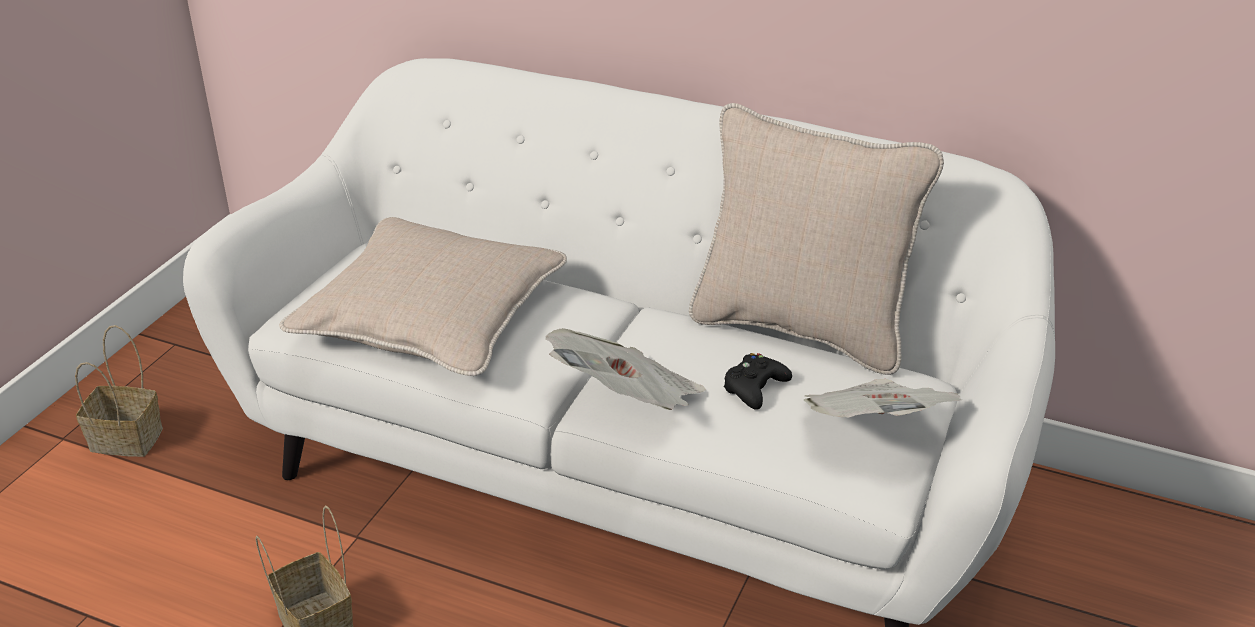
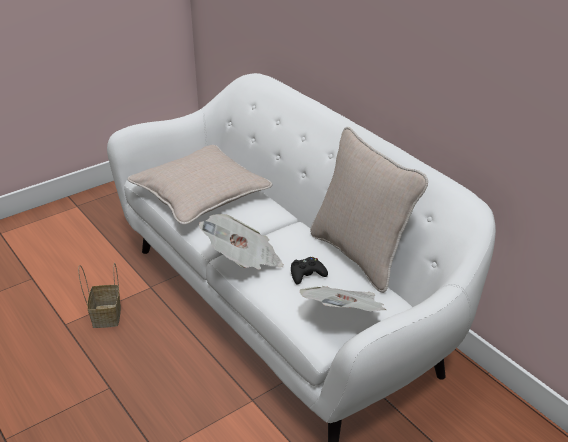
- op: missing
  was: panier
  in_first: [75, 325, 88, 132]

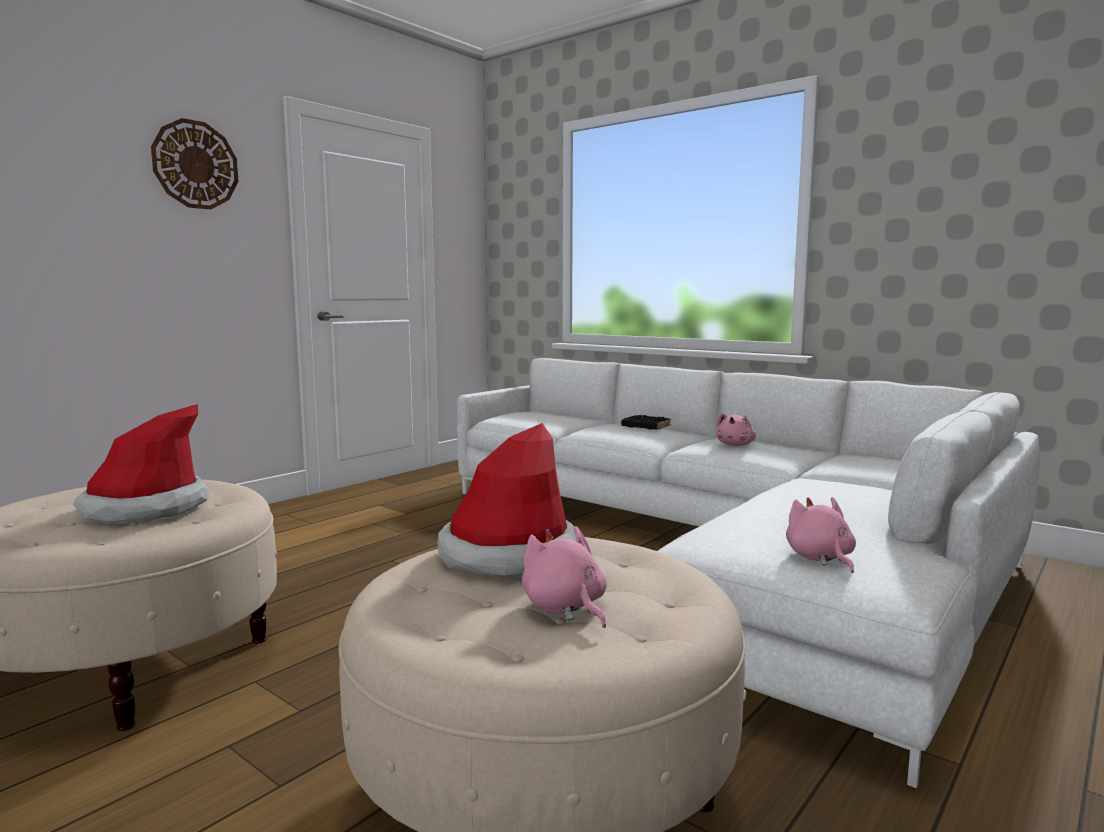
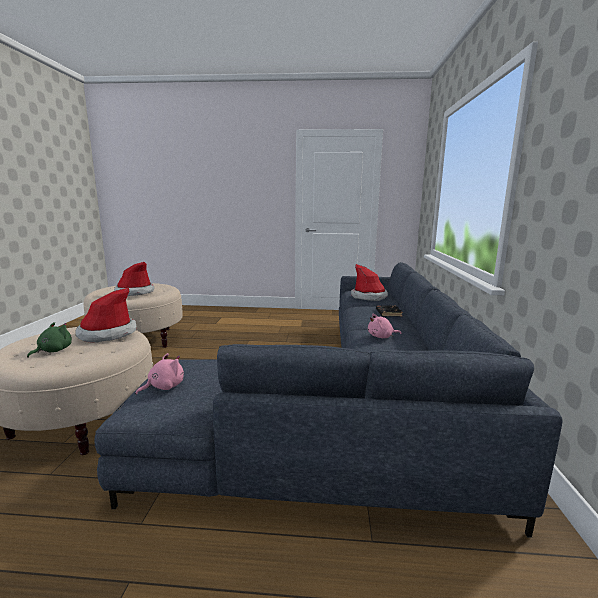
- op: missing
  was: horloge murale
  in_first: [151, 118, 87, 92]
- op: colour
  was: canapé/blanc
  now: canapé/bleu
  in_first: [457, 358, 583, 430]
  in_second: [94, 262, 469, 276]
- op: colour
  was: peluche/rose
  now: peluche/vert
  in_first: [522, 526, 84, 102]
  in_second: [27, 322, 45, 36]
- op: appeared
  now: chapeau
  in_second: [351, 264, 37, 37]

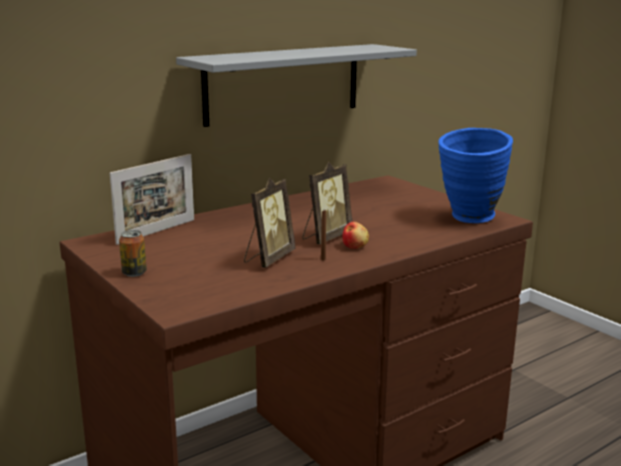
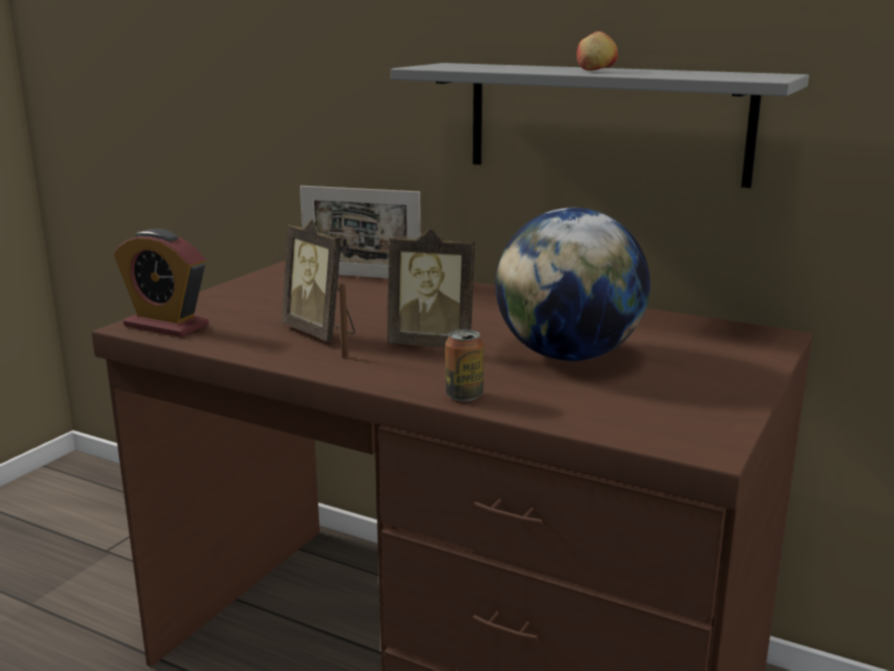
- op: missing
  was: vase/bleu
  in_first: [438, 128, 75, 95]
- op: spun
  was: cadre photo
  in_first: [244, 178, 51, 90]
  in_second: [281, 219, 74, 123]
  clockwise: 45
- op: relocated
  was: pomme
  in_first: [342, 222, 27, 27]
  in_second: [577, 31, 41, 40]
- op: relocated
  was: boîte métallique
  in_first: [119, 230, 28, 47]
  in_second: [445, 329, 39, 72]
- op: appeared
  now: globe
  in_second: [495, 208, 155, 153]
- op: appeared
  now: réveil
  in_second: [113, 229, 96, 108]

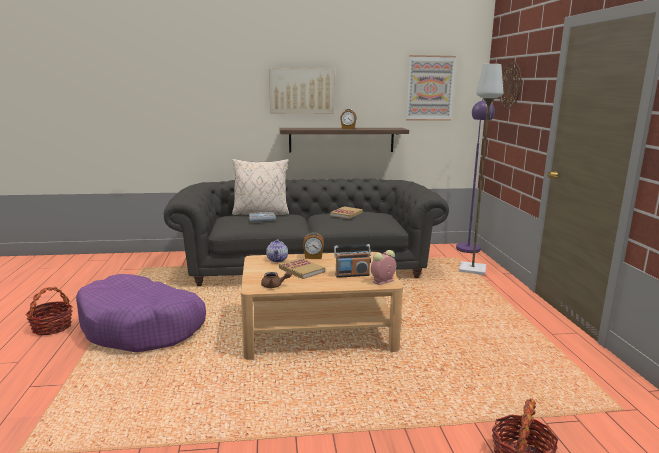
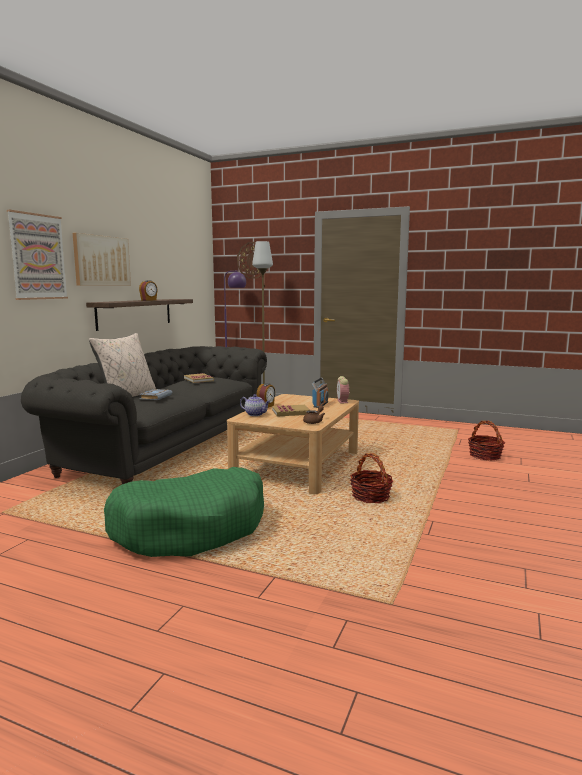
- op: relocated
  was: tableau
  in_first: [406, 55, 50, 66]
  in_second: [7, 210, 61, 90]
- op: colour
  was: panier pour chien/violet
  now: panier pour chien/vert
  in_first: [76, 274, 130, 78]
  in_second: [104, 467, 160, 90]
- op: relocated
  was: panier
  in_first: [26, 287, 46, 48]
  in_second: [350, 453, 43, 50]

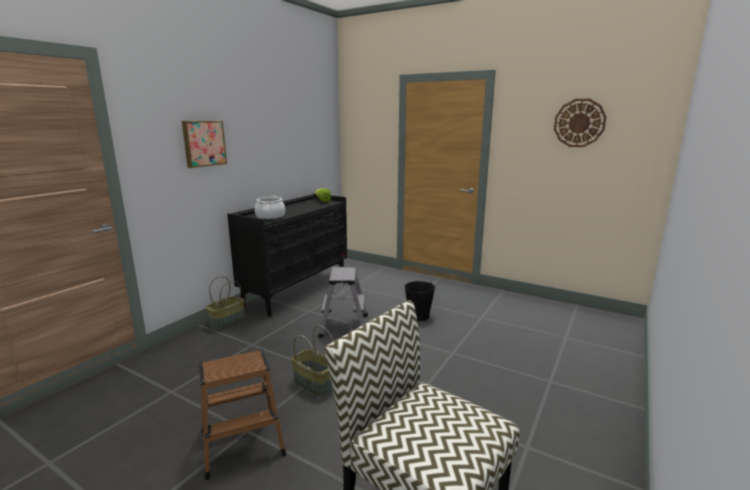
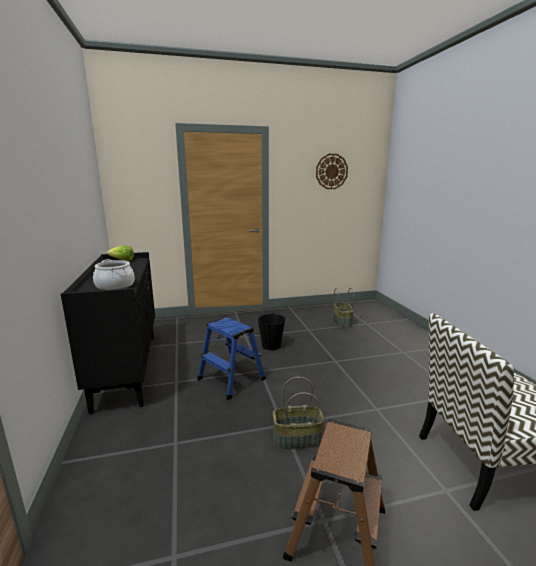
- op: missing
  was: tableau
  in_first: [182, 121, 45, 47]
- op: colour
  was: escabeau/gris
  now: escabeau/bleu
  in_first: [318, 267, 50, 71]
  in_second: [197, 317, 69, 83]
- op: relocated
  was: panier
  in_first: [206, 276, 39, 54]
  in_second: [333, 288, 21, 39]

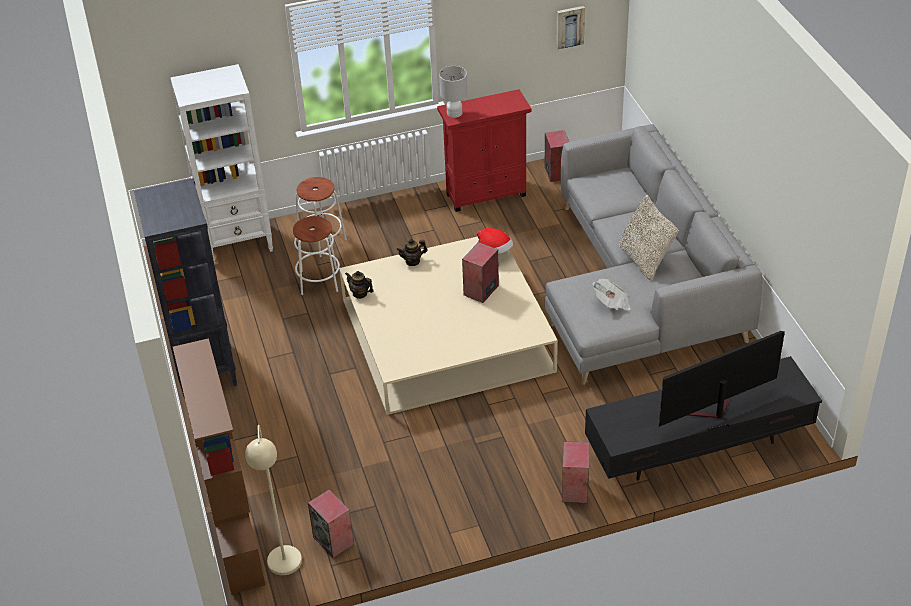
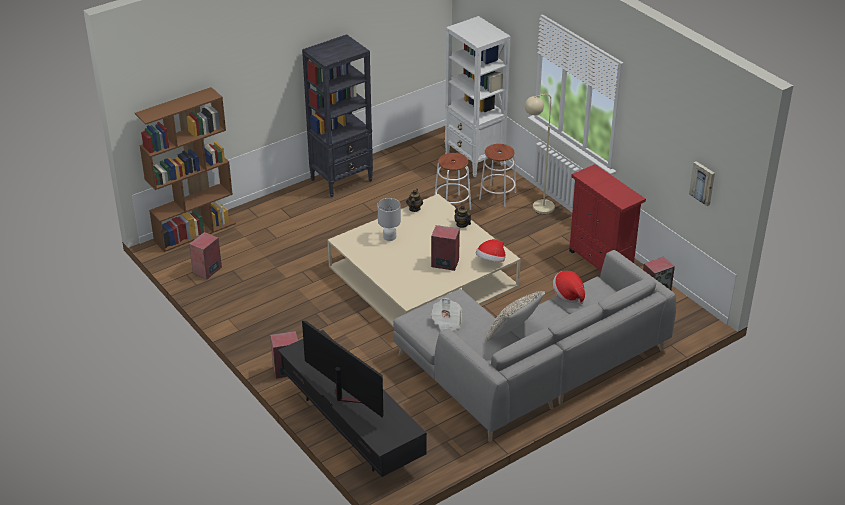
- op: relocated
  was: lampe de table/gris
  in_first: [439, 66, 28, 52]
  in_second: [377, 198, 24, 43]
- op: relocated
  was: lampadaire/beige
  in_first: [245, 425, 57, 150]
  in_second: [525, 94, 30, 120]
- op: appeared
  now: chapeau
  in_second: [553, 271, 32, 34]

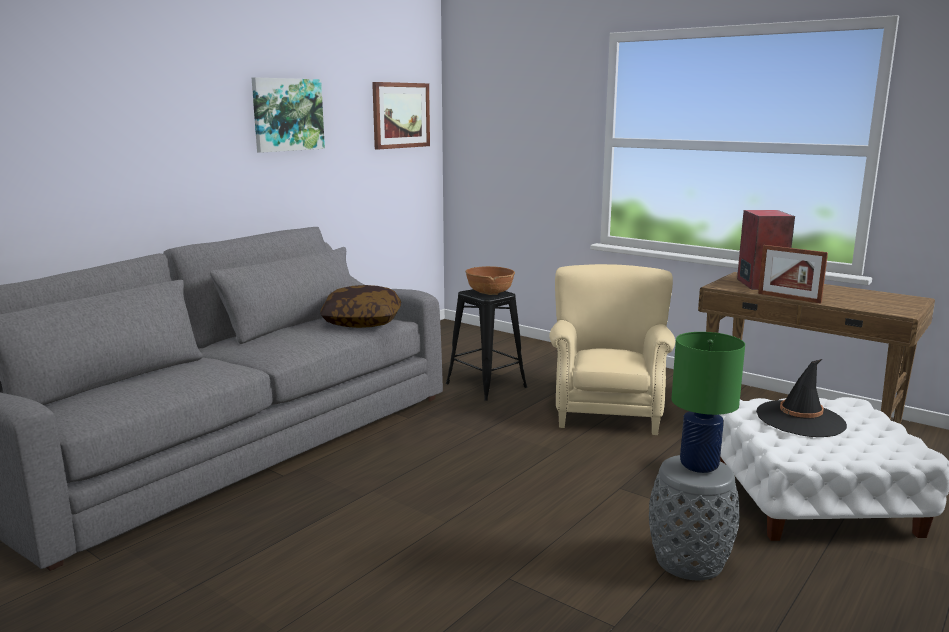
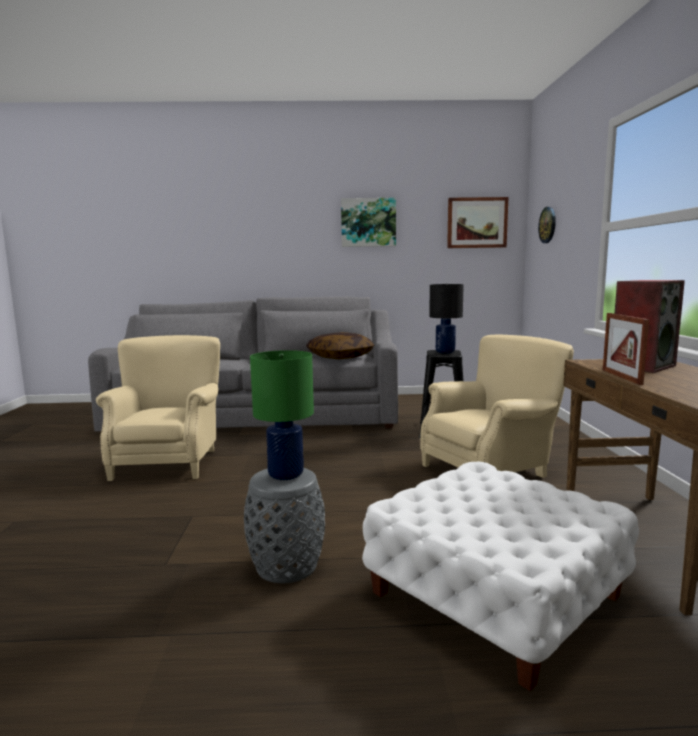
- op: exchanged
  was: bol/marron
  now: lampe de table/noir
  in_first: [465, 266, 50, 29]
  in_second: [429, 283, 35, 71]
- op: missing
  was: chapeau/noir
  in_first: [756, 359, 91, 78]
- op: appeared
  now: horloge murale
  in_second: [538, 207, 18, 36]
- op: appeared
  now: fauteuil/beige
  in_second: [96, 335, 124, 146]

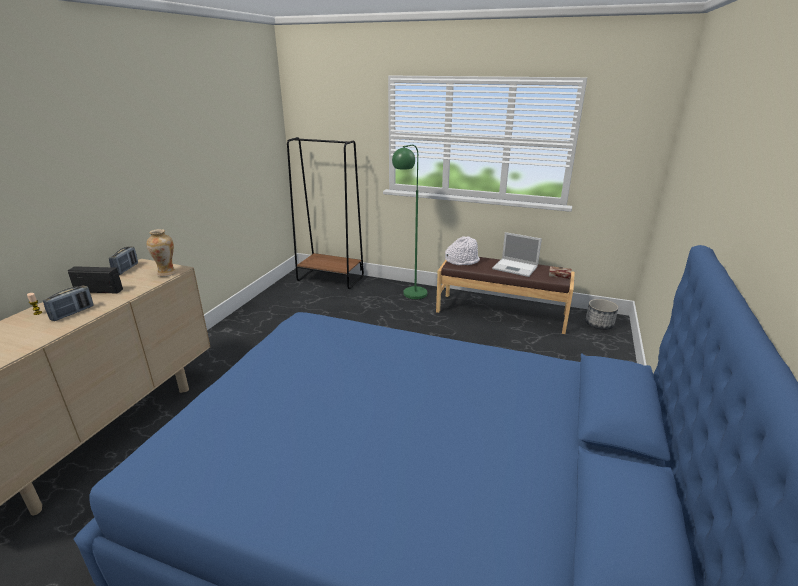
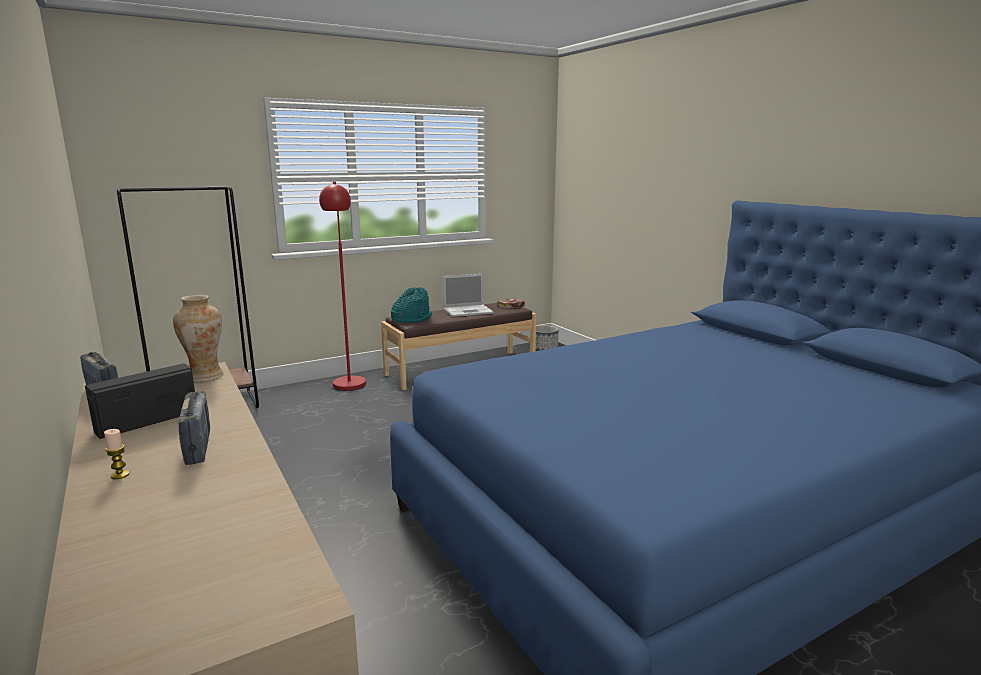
- op: colour
  was: lampadaire/vert
  now: lampadaire/rouge
  in_first: [392, 145, 35, 155]
  in_second: [319, 181, 47, 210]
- op: colour
  was: chapeau/blanc
  now: chapeau/turquoise
  in_first: [445, 236, 35, 29]
  in_second: [391, 287, 41, 36]

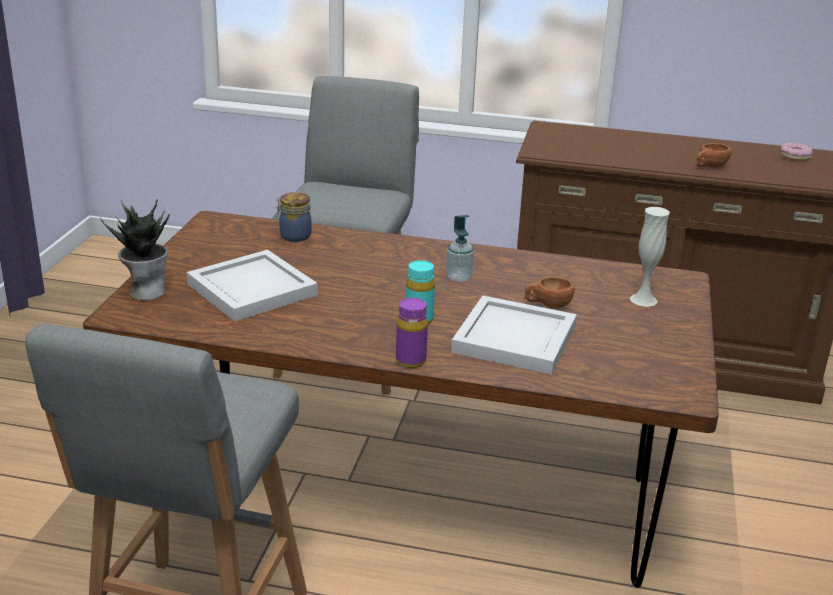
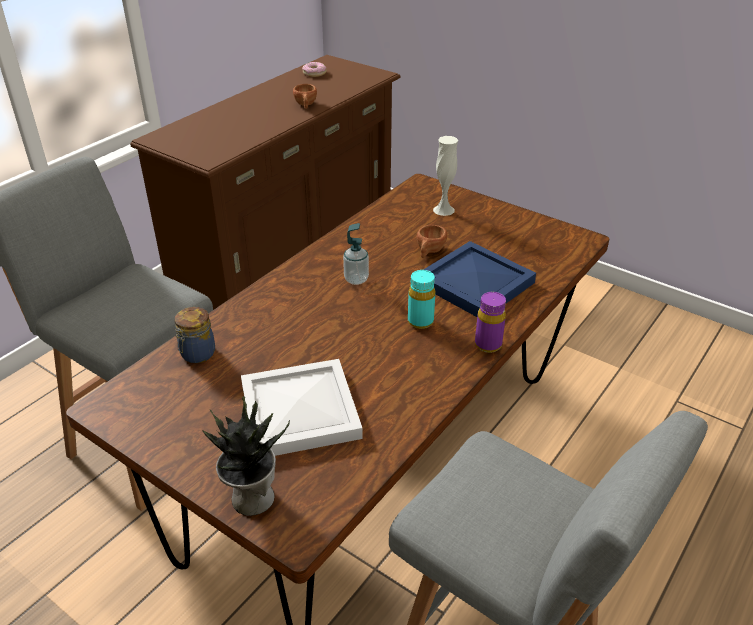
- op: colour
  was: plateau/blanc
  now: plateau/bleu
  in_first: [451, 296, 126, 79]
  in_second: [423, 241, 113, 76]

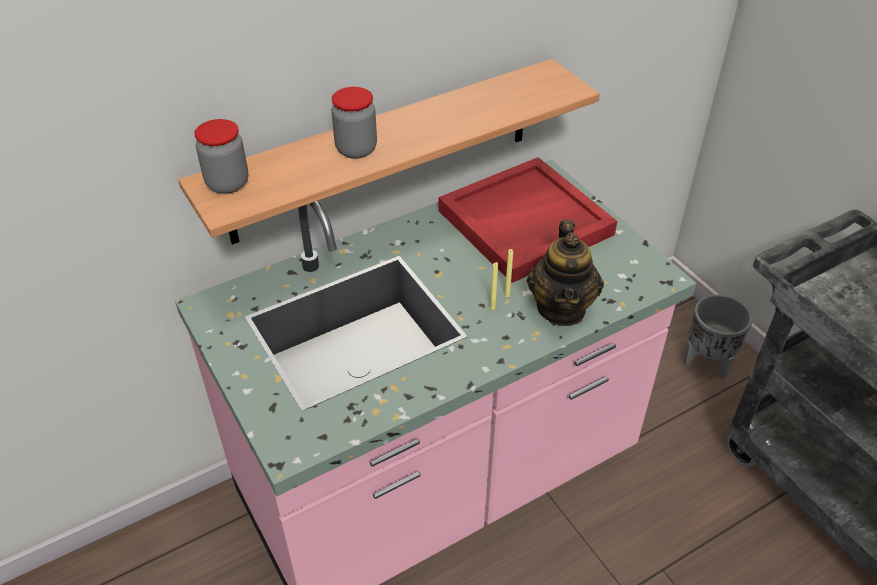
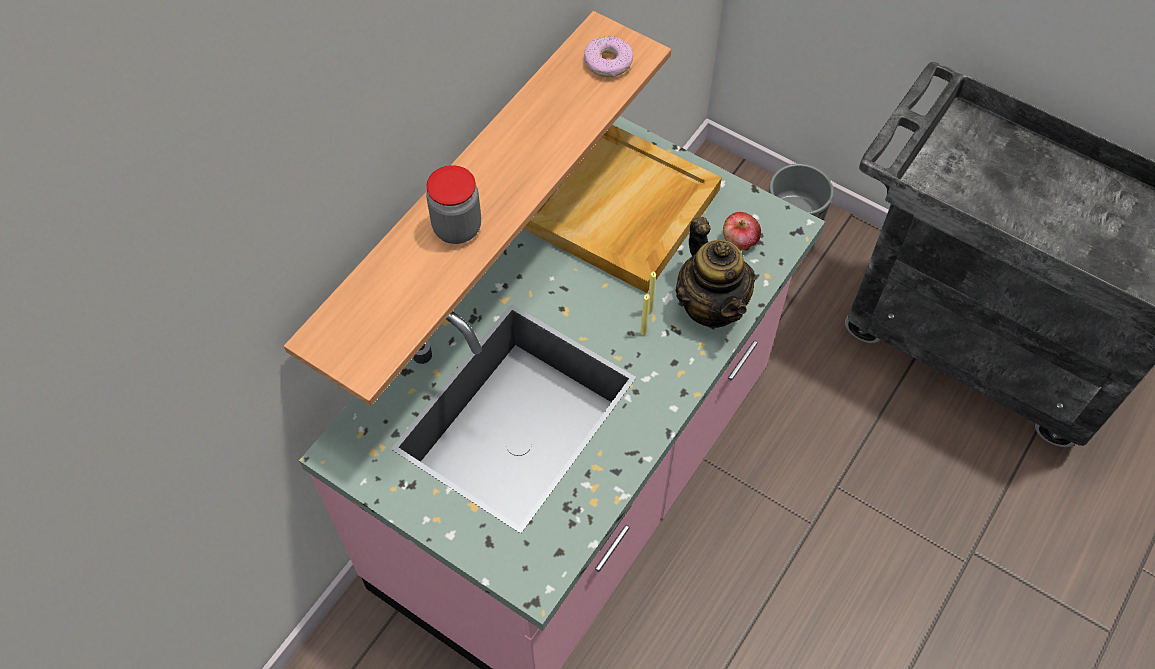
- op: missing
  was: bocal
  in_first: [194, 119, 54, 75]
- op: colour
  was: plateau/rouge
  now: plateau/beige
  in_first: [438, 157, 179, 126]
  in_second: [523, 125, 199, 168]
- op: appeared
  now: beignet
  in_second: [584, 36, 49, 41]
- op: appeared
  now: pomme
  in_second: [723, 212, 38, 39]

